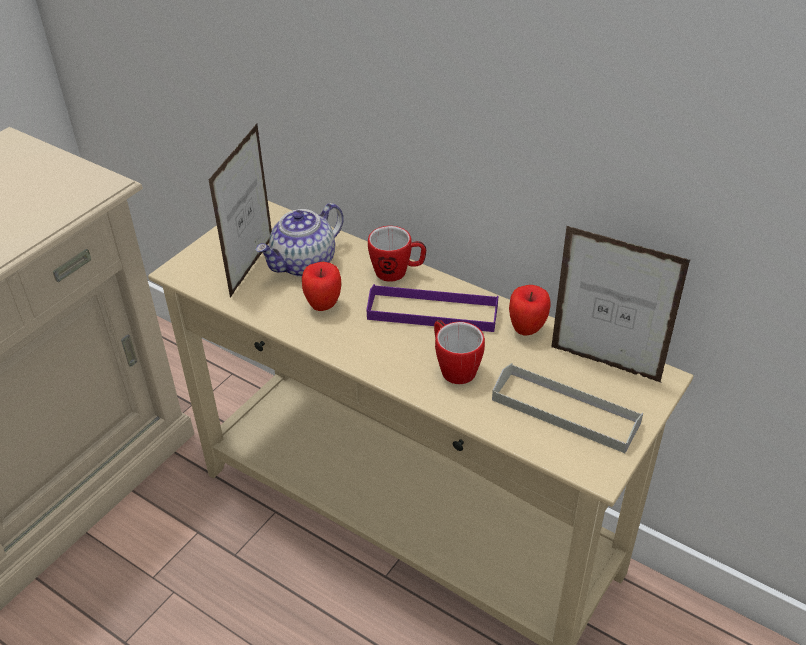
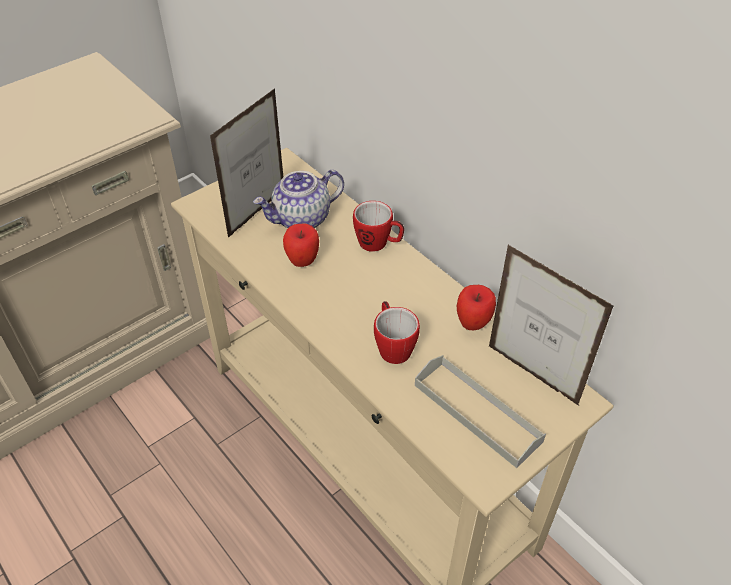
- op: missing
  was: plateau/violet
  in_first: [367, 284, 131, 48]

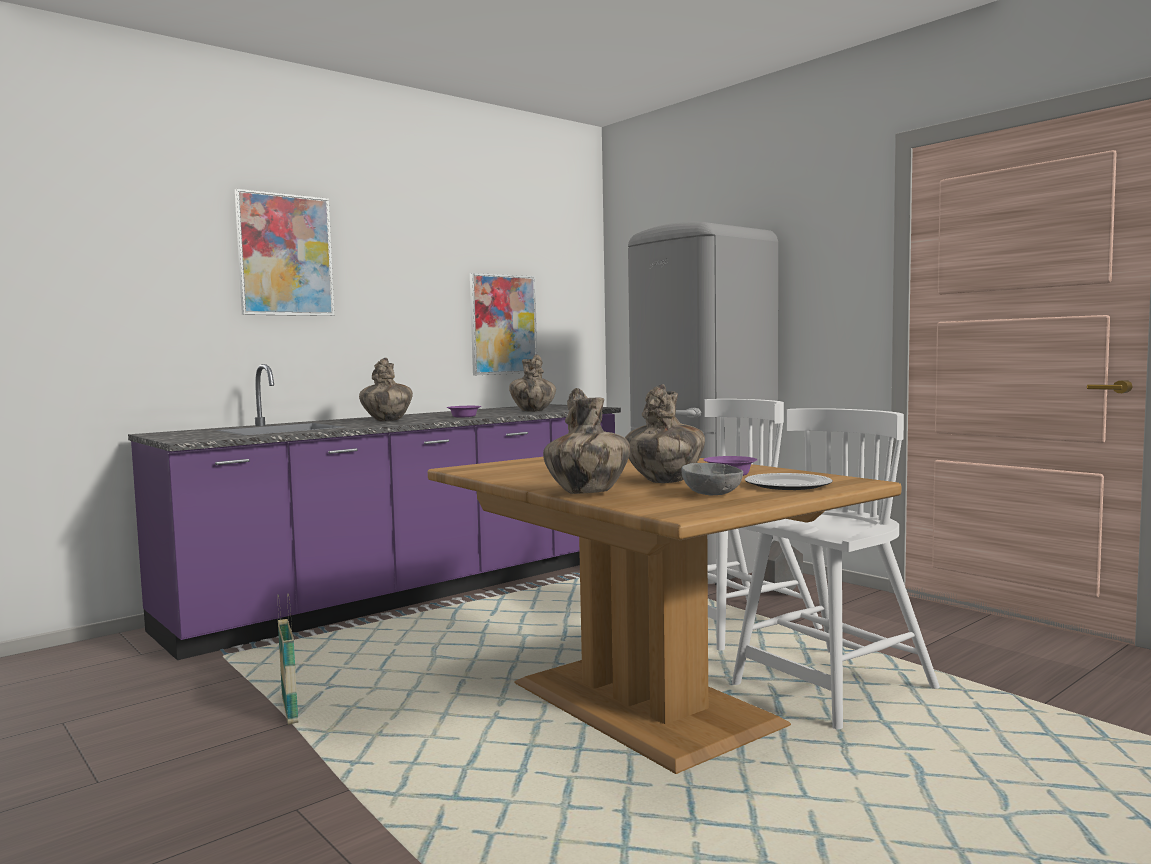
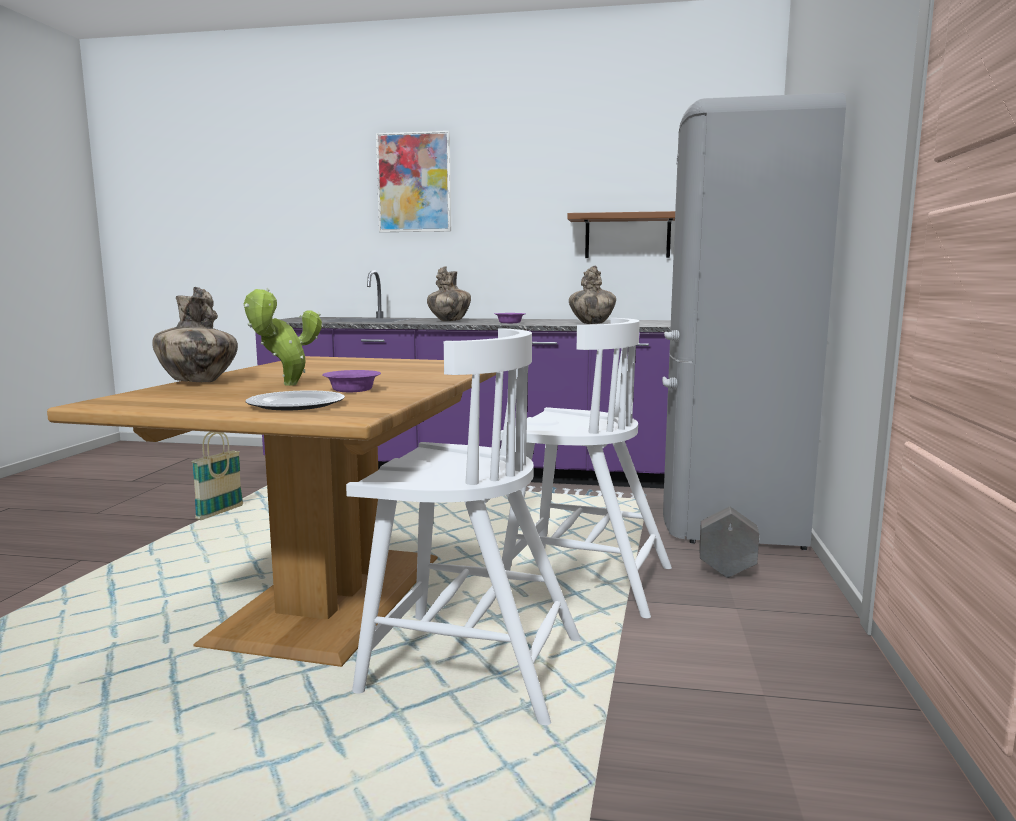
- op: exchanged
  was: tableau
  now: étagère/marron
  in_first: [470, 273, 67, 102]
  in_second: [567, 211, 108, 47]
- op: exchanged
  was: vase
  now: plante en pot
  in_first: [625, 384, 80, 99]
  in_second: [244, 288, 78, 98]
- op: missing
  was: bol/gris
  in_first: [681, 463, 62, 32]

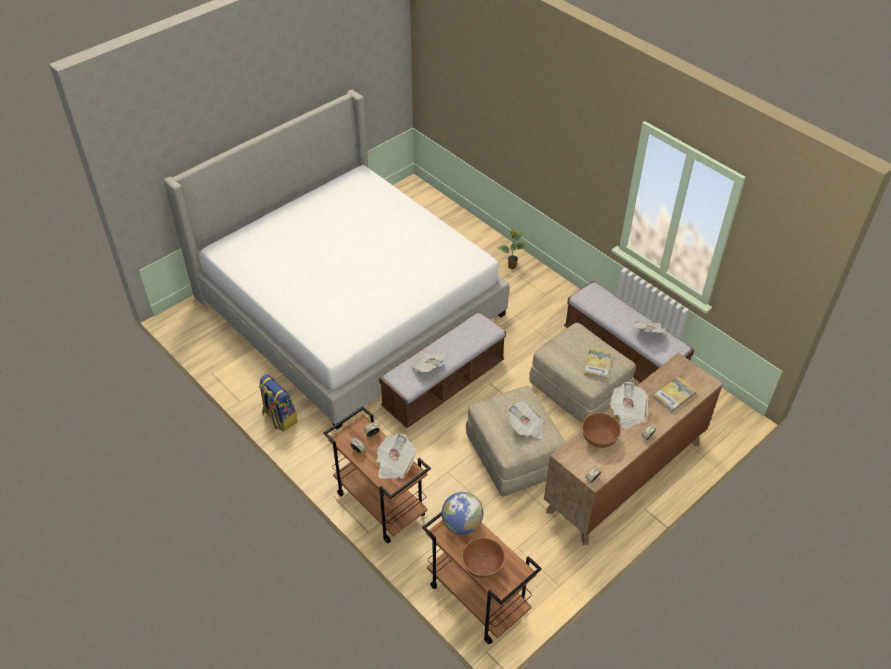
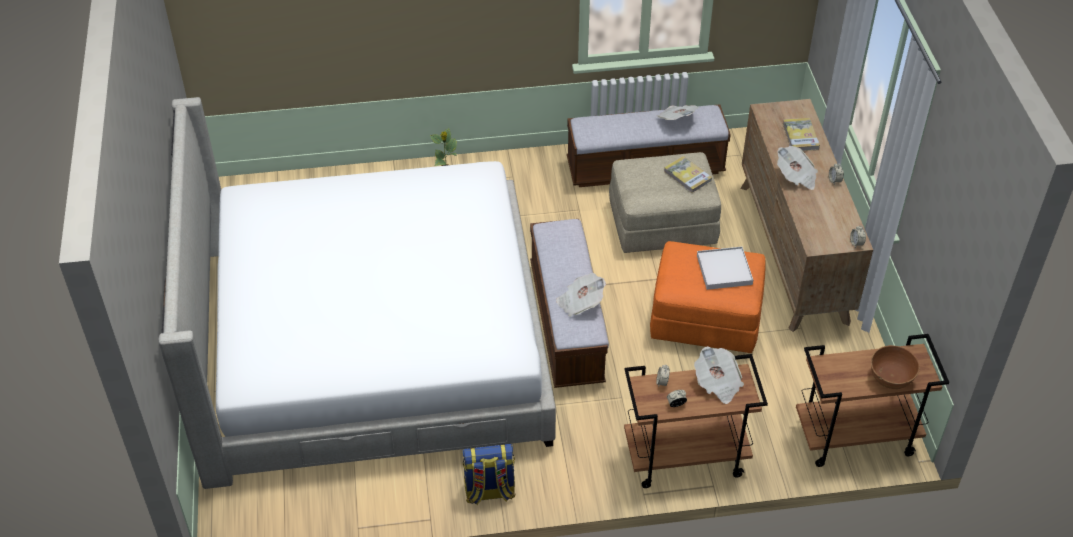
- op: colour
  was: pouf/beige
  now: pouf/orange
  in_first: [466, 386, 100, 110]
  in_second: [650, 241, 116, 112]
- op: exchanged
  was: journal
  now: plateau/blanc
  in_first: [508, 401, 35, 38]
  in_second: [697, 247, 56, 43]
- op: missing
  was: bol/marron
  in_first: [582, 413, 39, 35]
- op: missing
  was: globe
  in_first: [442, 492, 41, 42]

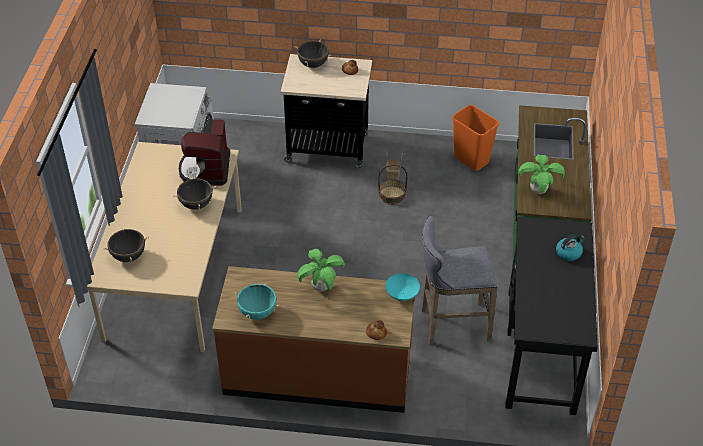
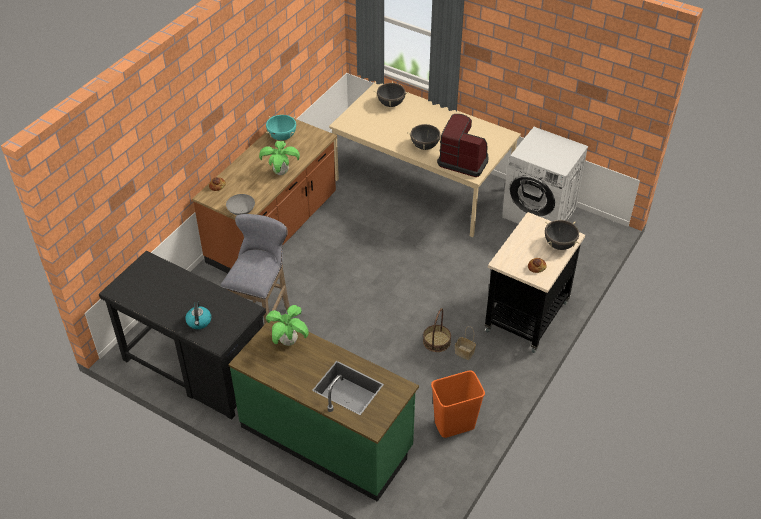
- op: colour
  was: bol/turquoise
  now: bol/gris
  in_first: [386, 273, 34, 28]
  in_second: [226, 194, 29, 21]

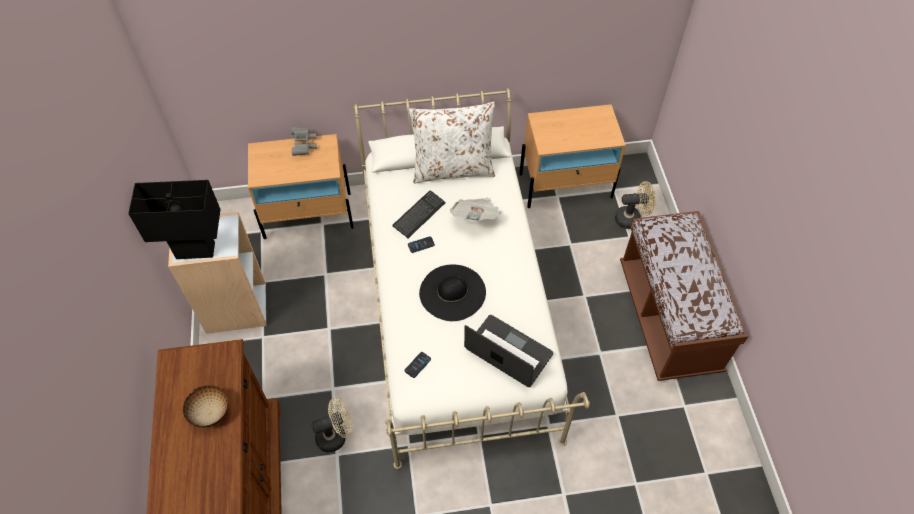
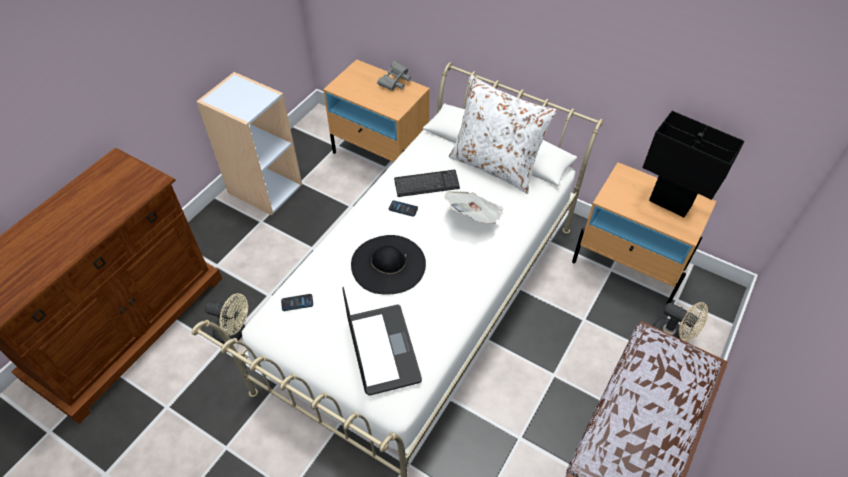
- op: relocated
  was: lampe de table/noir
  in_first: [128, 180, 93, 79]
  in_second: [642, 111, 103, 106]
- op: missing
  was: bol
  in_first: [183, 385, 45, 42]

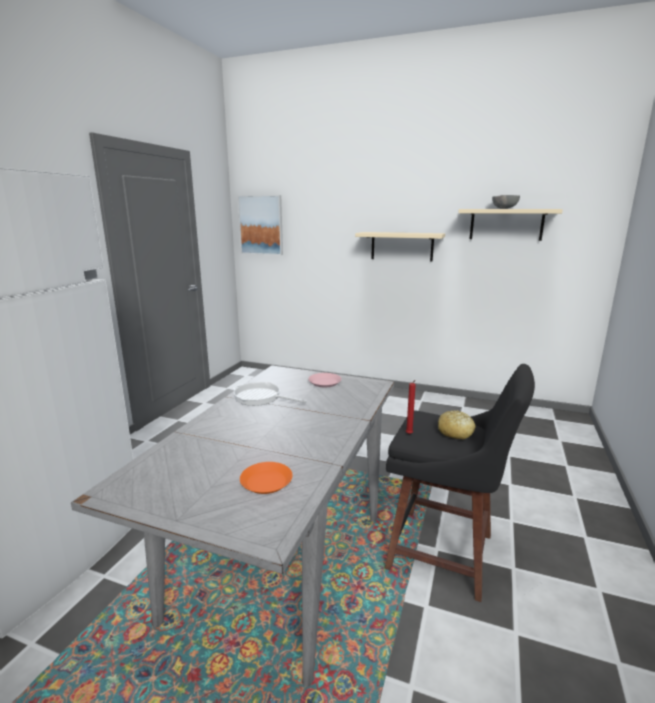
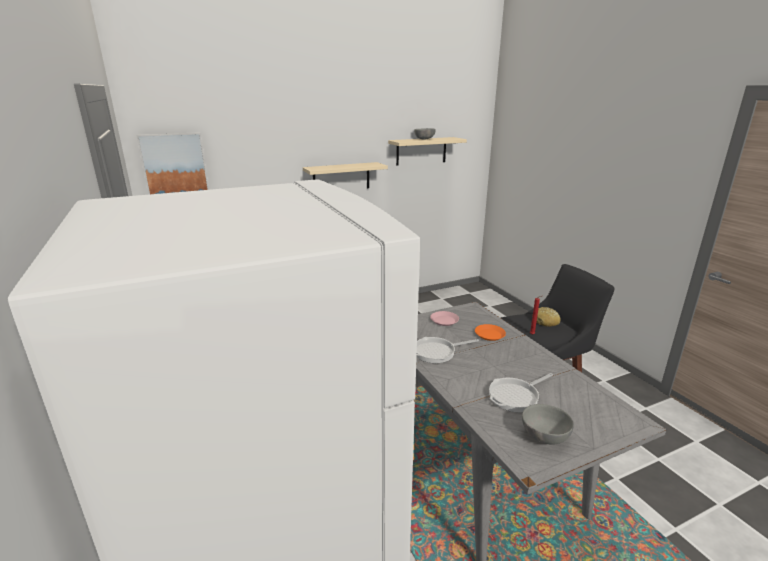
- op: relocated
  was: assiette/orange
  in_first: [240, 462, 53, 32]
  in_second: [475, 324, 31, 17]
- op: appeared
  now: poêle
  in_second: [489, 373, 64, 39]
- op: appeared
  now: bol/gris
  in_second: [522, 404, 52, 40]

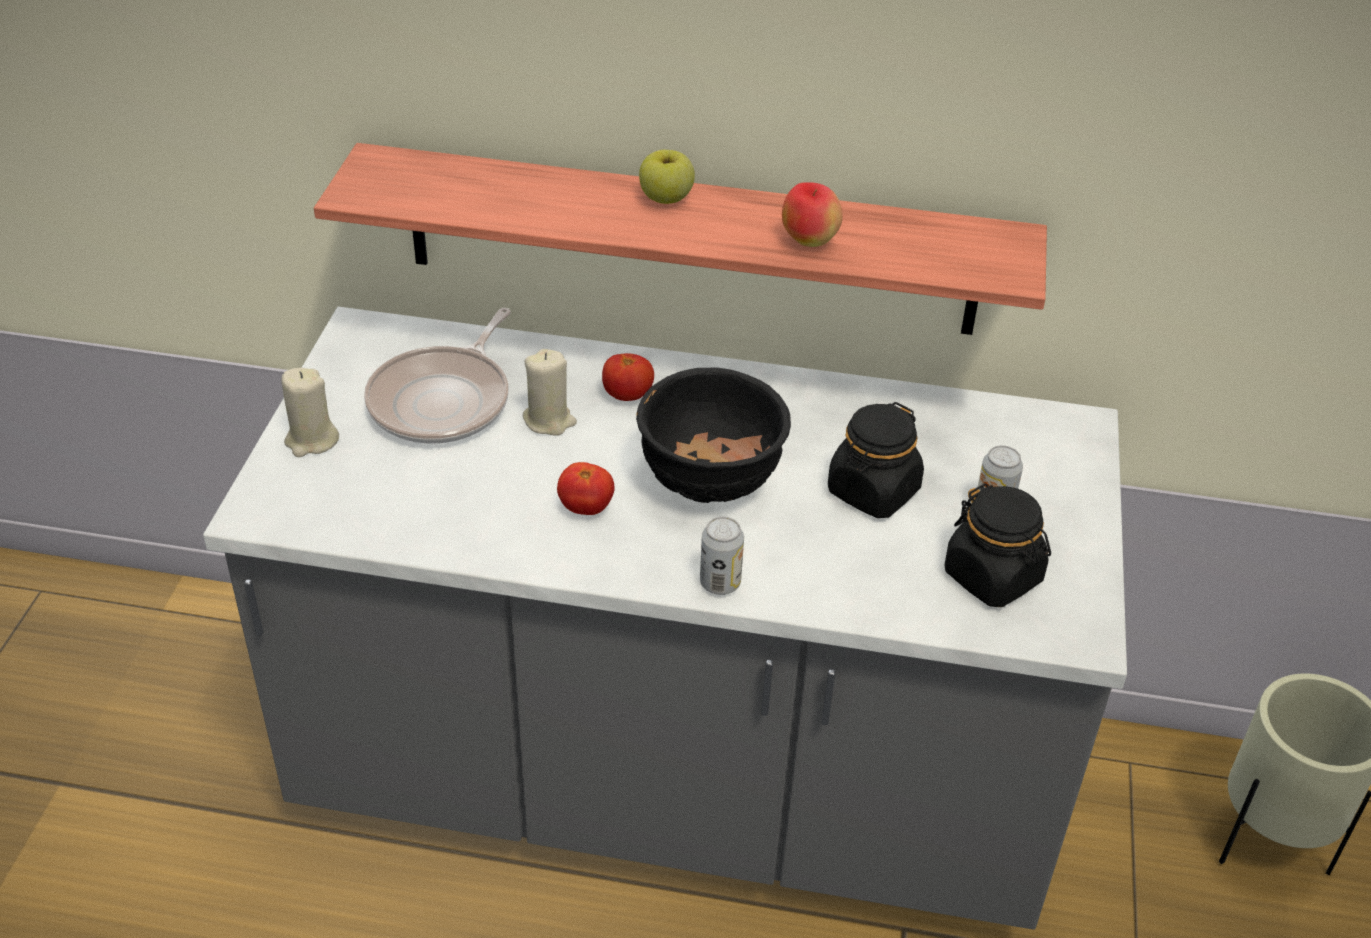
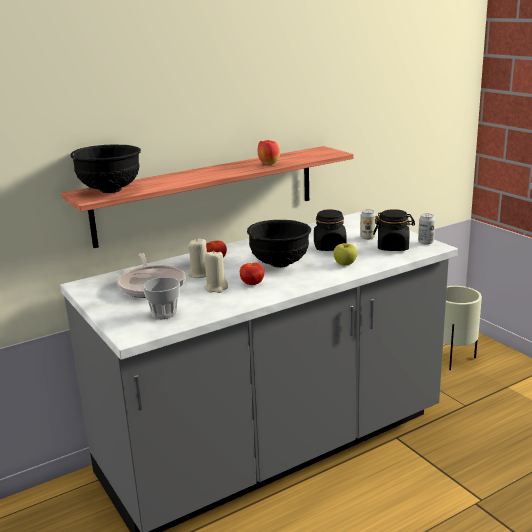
- op: relocated
  was: pomme
  in_first: [639, 150, 56, 54]
  in_second: [333, 243, 24, 23]
- op: relocated
  was: bougie/beige
  in_first: [282, 368, 57, 89]
  in_second: [204, 250, 24, 43]
- op: relocated
  was: boîte métallique
  in_first: [700, 517, 44, 78]
  in_second: [418, 213, 17, 32]
- op: appeared
  now: bol/noir
  in_second: [70, 145, 71, 48]
- op: appeared
  now: tasse
  in_second: [143, 277, 37, 42]

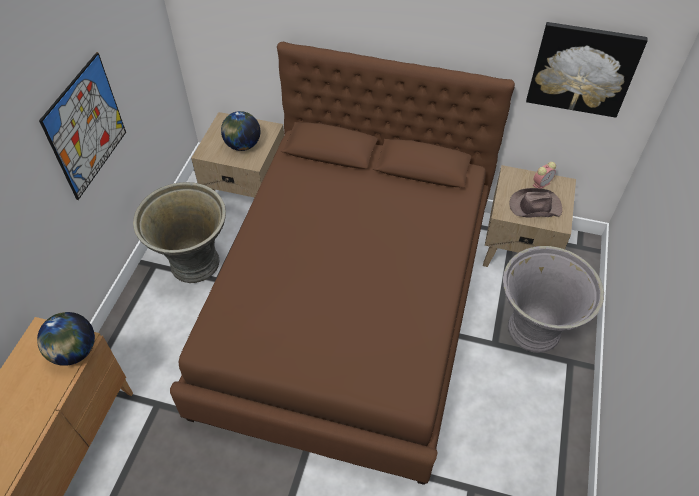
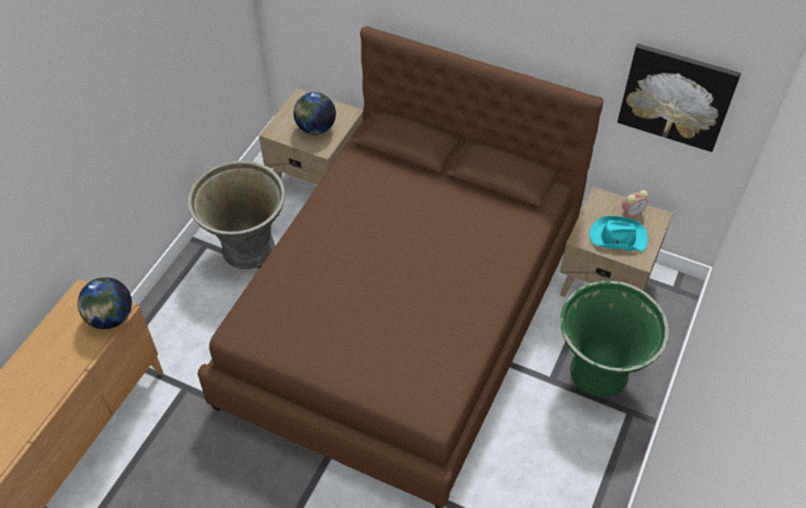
- op: missing
  was: tableau
  in_first: [39, 52, 87, 148]
- op: colour
  was: chapeau/marron
  now: chapeau/turquoise
  in_first: [510, 188, 52, 29]
  in_second: [590, 216, 58, 36]
- op: colour
  was: cache-pot/gris
  now: cache-pot/vert
  in_first: [503, 246, 101, 107]
  in_second: [560, 281, 109, 117]

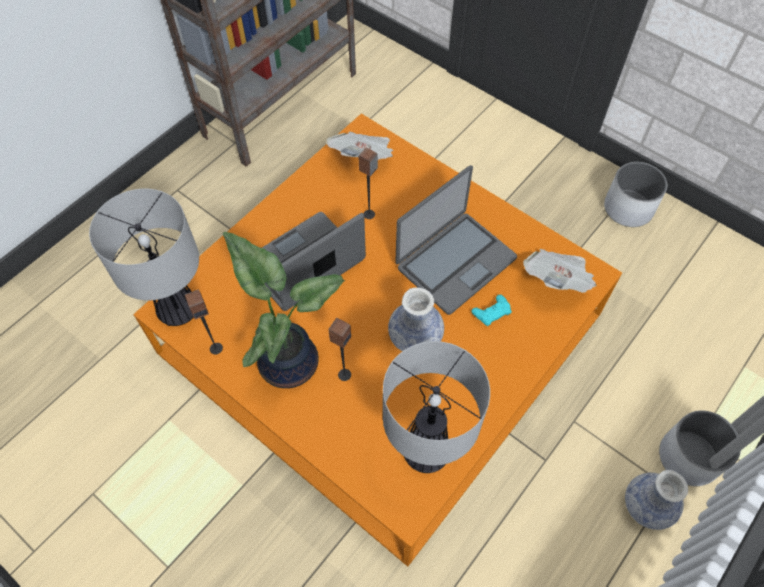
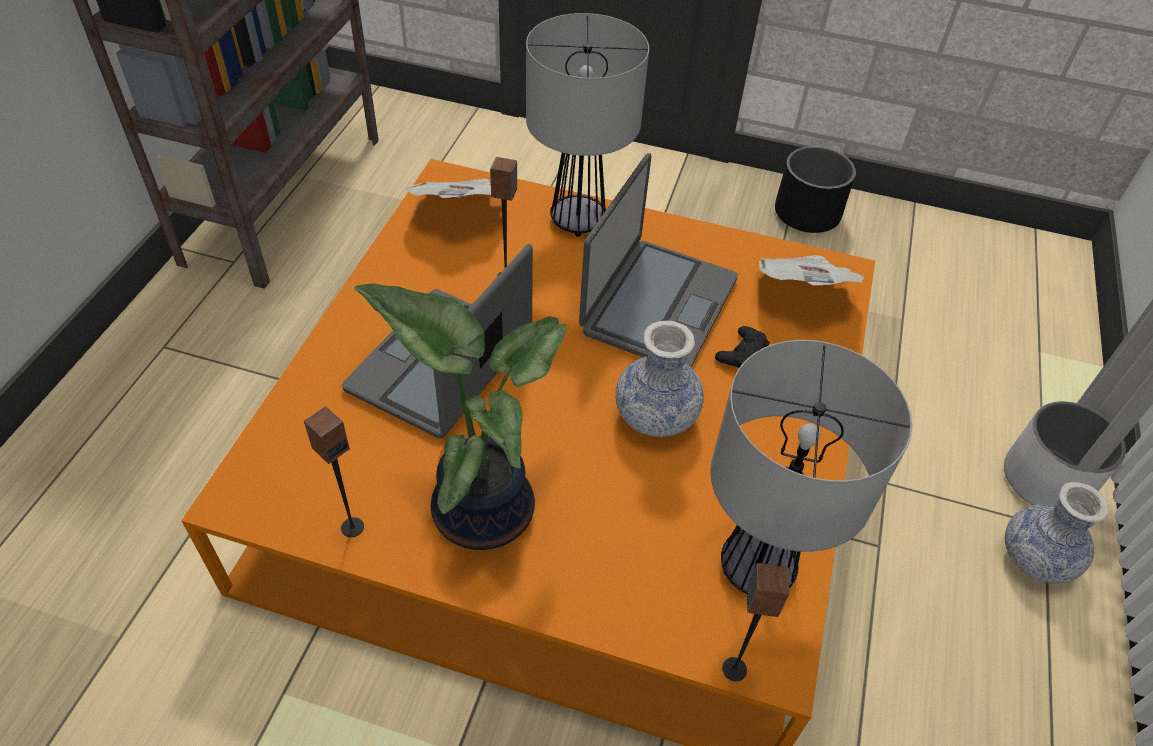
- op: colour
  was: cache-pot/blanc
  now: cache-pot/noir
  in_first: [604, 162, 63, 65]
  in_second: [775, 146, 81, 87]
- op: relocated
  was: lampe de table
  in_first: [89, 189, 110, 137]
  in_second: [526, 13, 123, 224]
- op: colour
  was: manette/turquoise
  now: manette/noir
  in_first: [472, 295, 40, 31]
  in_second: [715, 326, 55, 42]
- op: relocated
  was: enceinte
  in_first: [328, 318, 23, 63]
  in_second: [722, 563, 67, 118]

